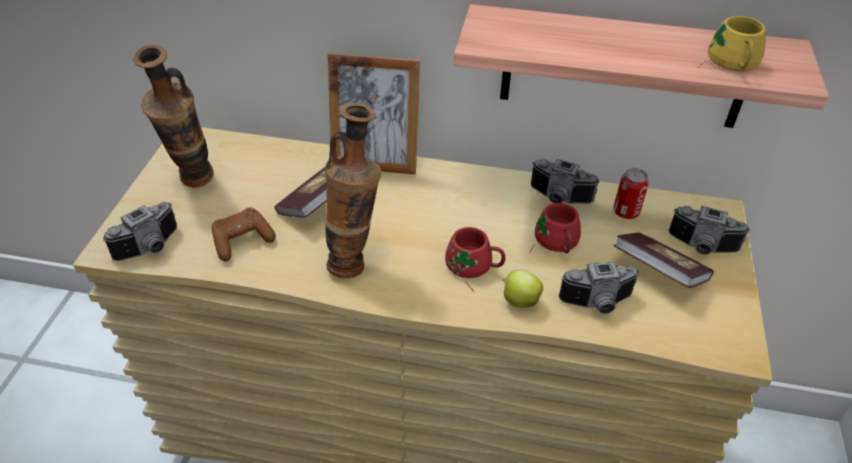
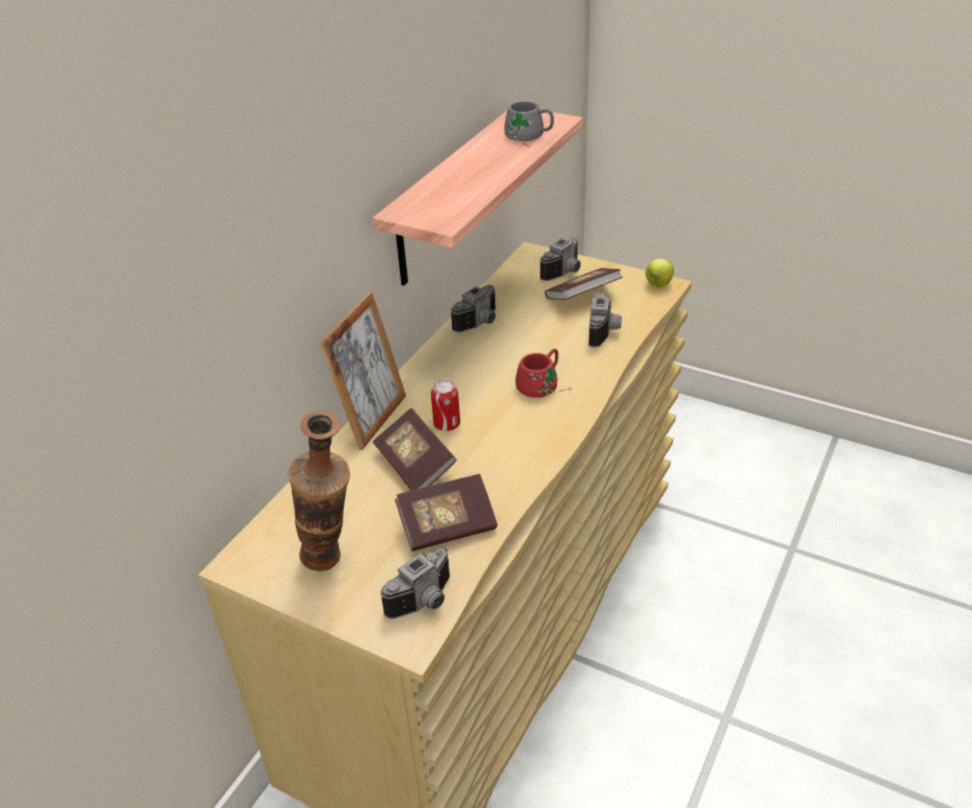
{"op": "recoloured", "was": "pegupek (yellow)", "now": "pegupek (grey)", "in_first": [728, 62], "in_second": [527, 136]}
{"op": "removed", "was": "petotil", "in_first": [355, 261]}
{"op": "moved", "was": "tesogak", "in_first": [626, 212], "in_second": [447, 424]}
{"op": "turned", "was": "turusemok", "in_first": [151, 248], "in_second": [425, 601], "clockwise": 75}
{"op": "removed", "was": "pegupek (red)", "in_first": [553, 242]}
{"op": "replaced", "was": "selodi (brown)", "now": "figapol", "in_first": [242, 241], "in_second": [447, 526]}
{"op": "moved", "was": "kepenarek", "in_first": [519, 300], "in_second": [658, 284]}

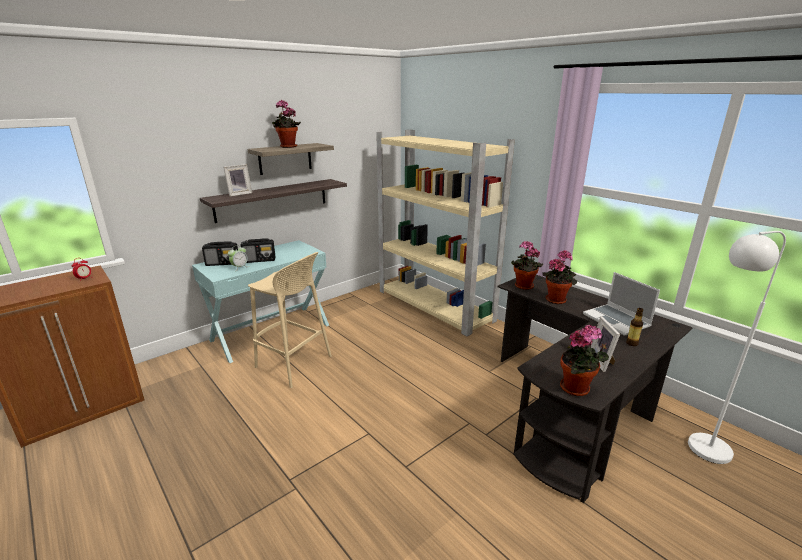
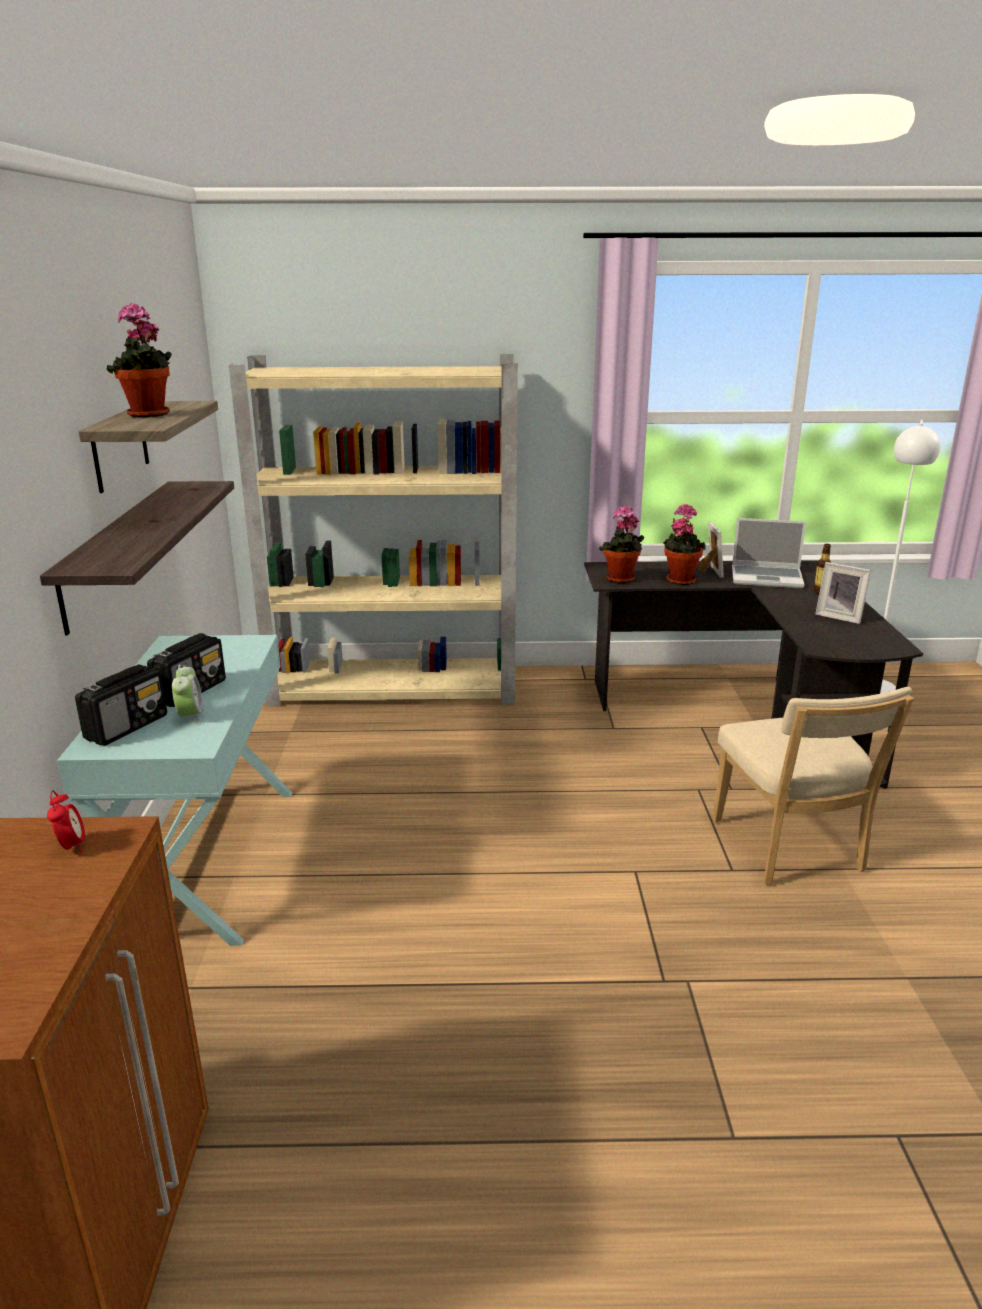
{"op": "moved", "was": "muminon", "in_first": [239, 194], "in_second": [709, 572]}
{"op": "removed", "was": "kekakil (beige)", "in_first": [293, 364]}
{"op": "removed", "was": "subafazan", "in_first": [577, 389]}
{"op": "added", "now": "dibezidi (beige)", "in_second": [790, 849]}

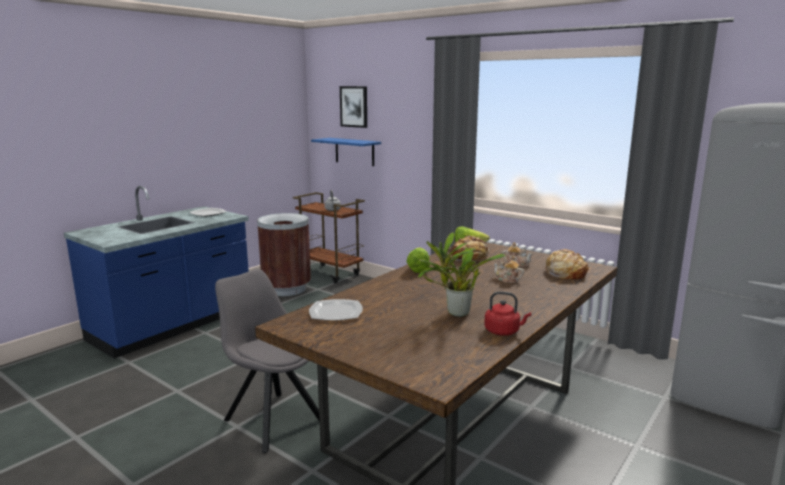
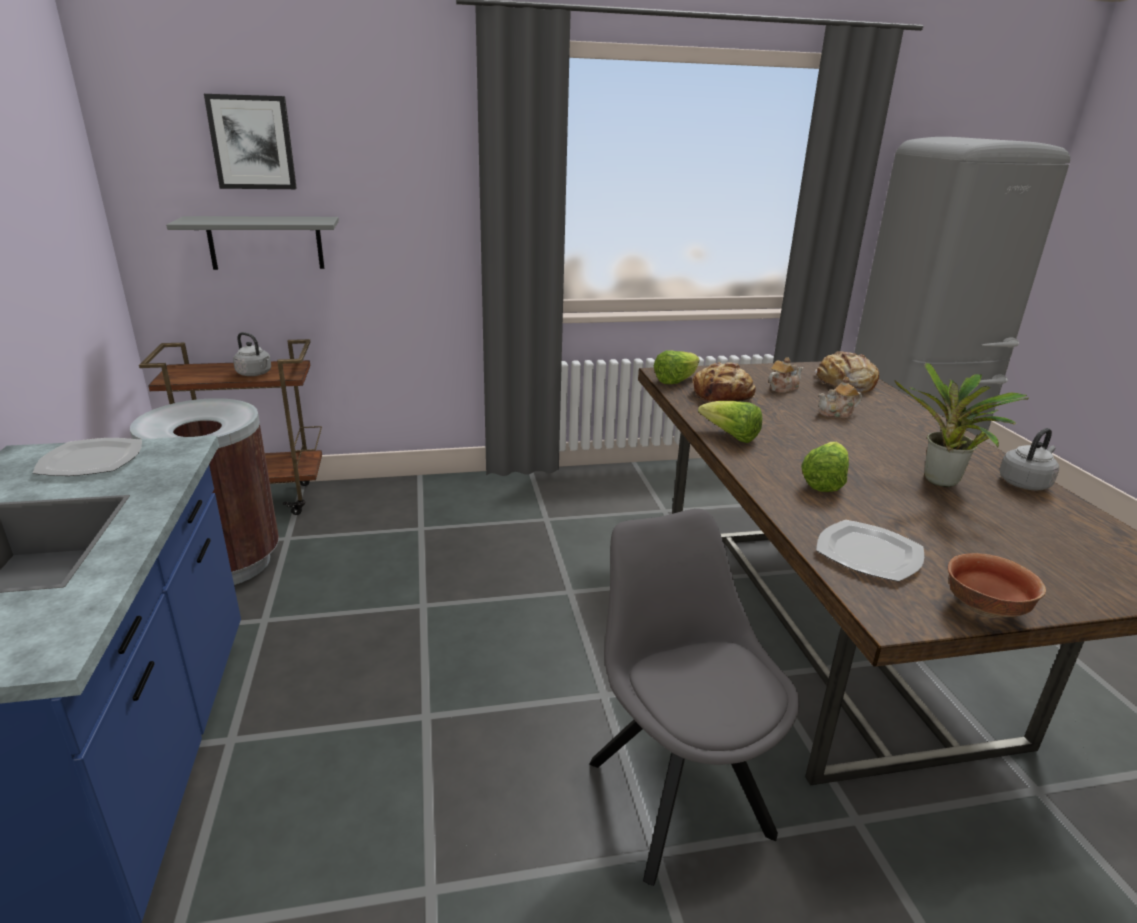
{"op": "recoloured", "was": "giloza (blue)", "now": "giloza (grey)", "in_first": [354, 151], "in_second": [266, 243]}
{"op": "turned", "was": "dibezidi (grey)", "in_first": [273, 420], "in_second": [676, 797], "clockwise": 75}
{"op": "recoloured", "was": "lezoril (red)", "now": "lezoril (grey)", "in_first": [504, 331], "in_second": [1025, 483]}
{"op": "added", "now": "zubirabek", "in_second": [823, 482]}
{"op": "added", "now": "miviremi", "in_second": [984, 609]}

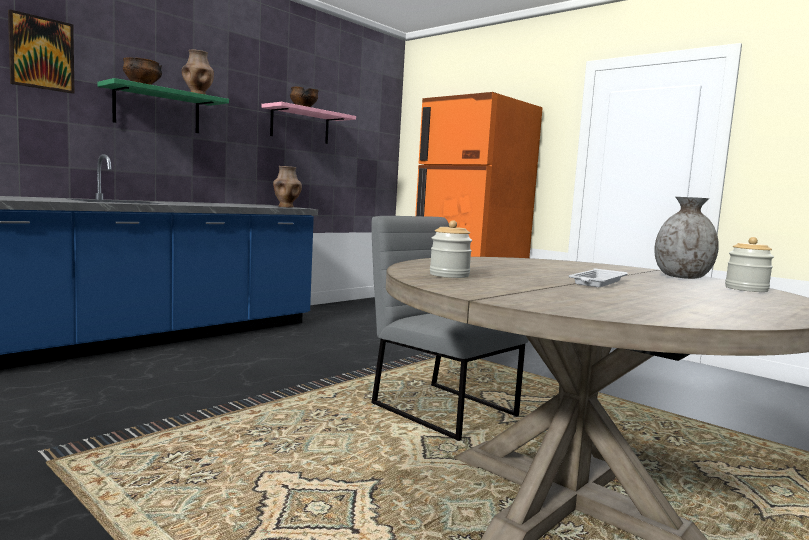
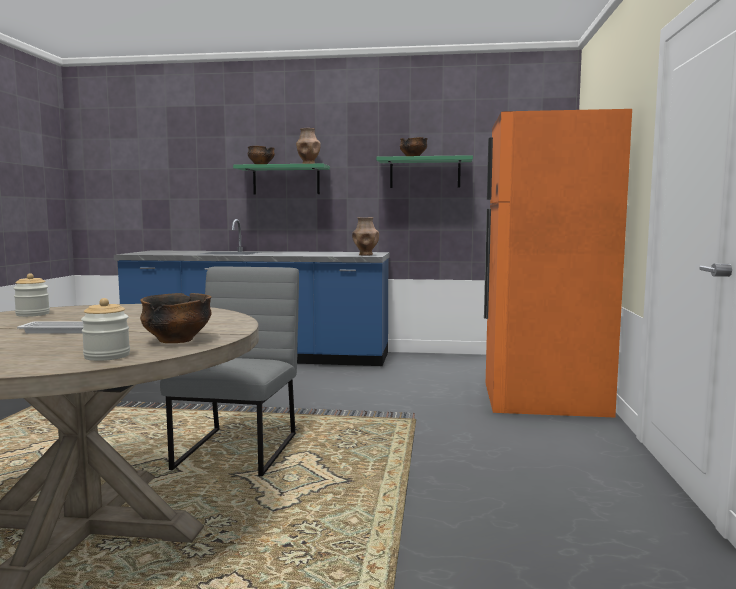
{"op": "removed", "was": "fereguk", "in_first": [41, 53]}
{"op": "recoloured", "was": "giloza (pink)", "now": "giloza (green)", "in_first": [300, 125], "in_second": [425, 173]}
{"op": "replaced", "was": "petotil (grey)", "now": "miviremi", "in_first": [681, 277], "in_second": [176, 341]}

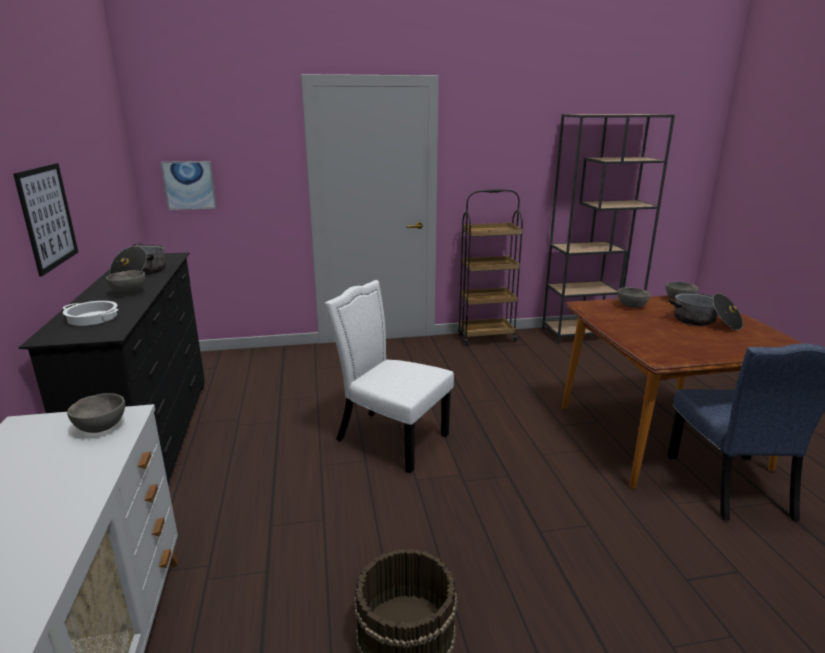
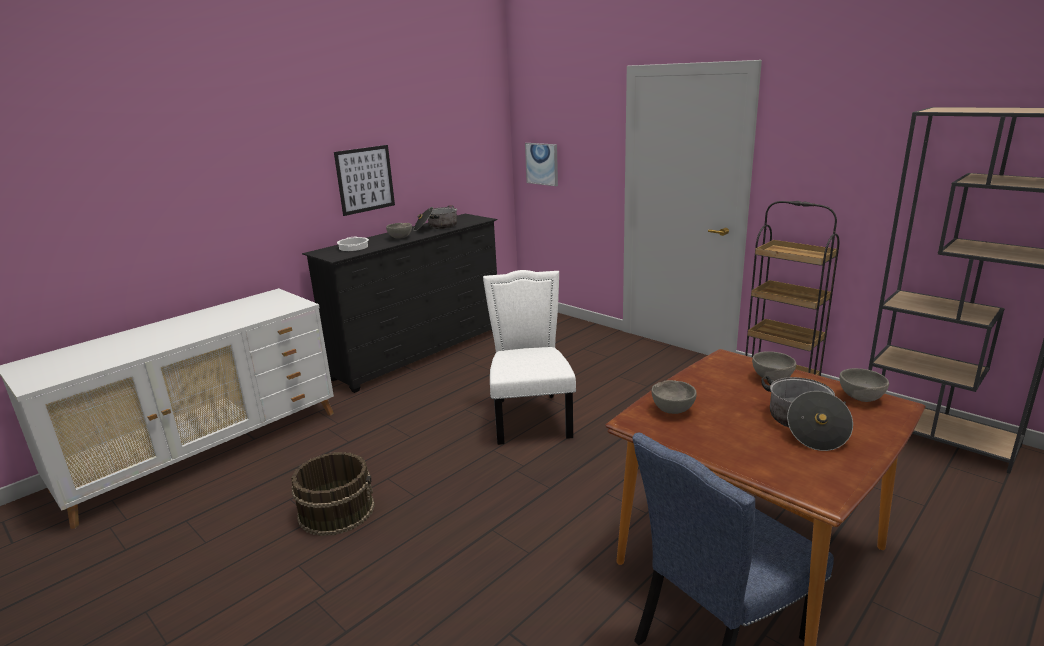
{"op": "moved", "was": "miviremi (grey)", "in_first": [101, 427], "in_second": [673, 410]}

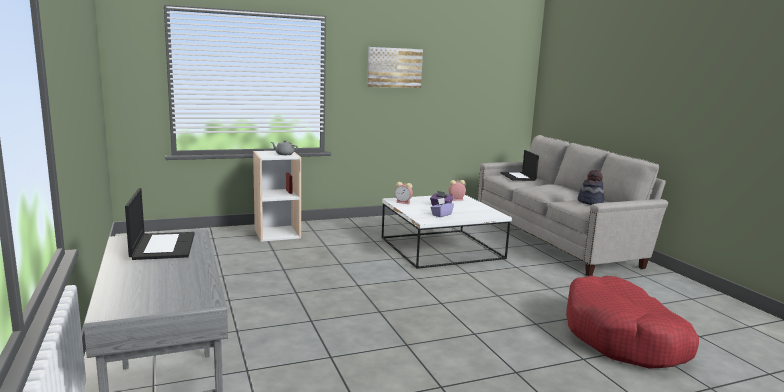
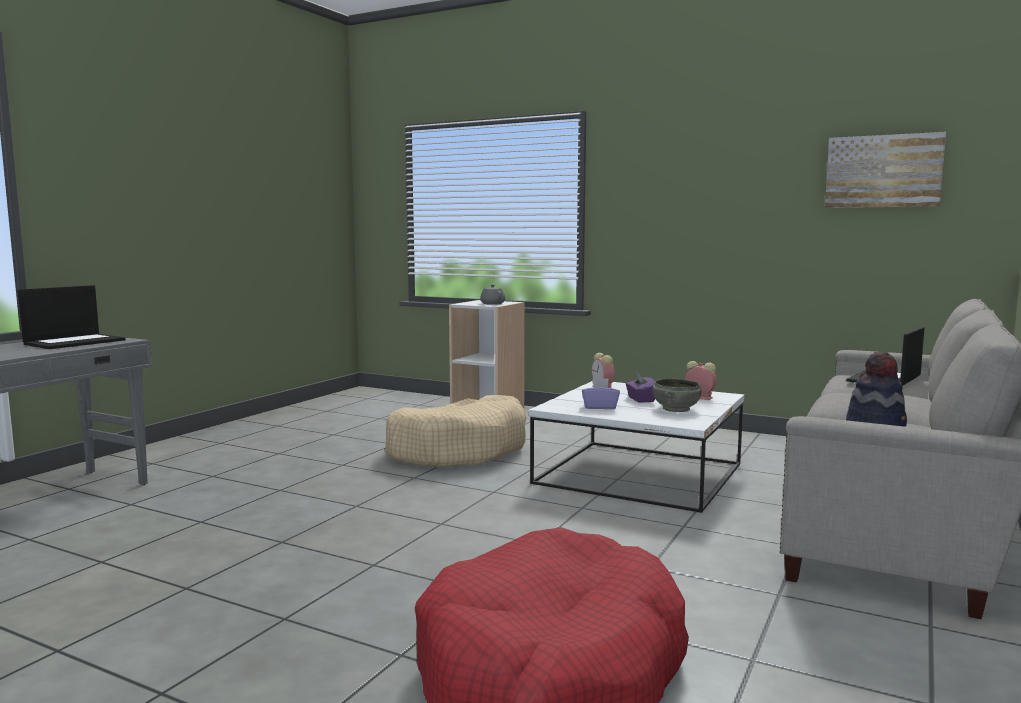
{"op": "moved", "was": "fereguk", "in_first": [394, 67], "in_second": [883, 171]}
{"op": "added", "now": "miviremi (grey)", "in_second": [675, 409]}
{"op": "added", "now": "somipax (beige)", "in_second": [459, 450]}

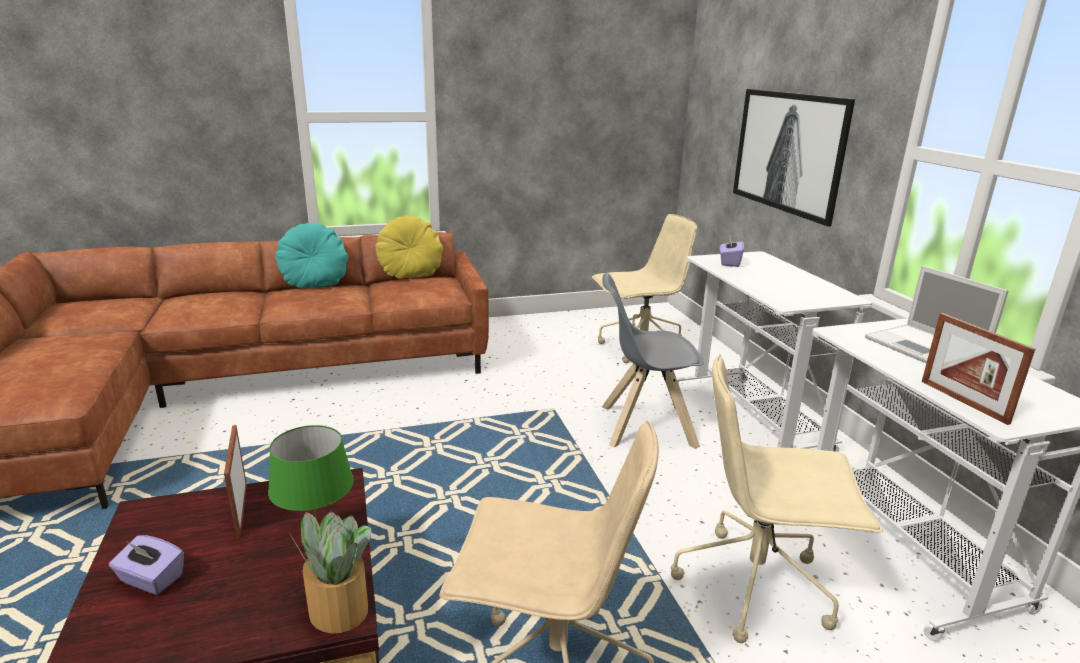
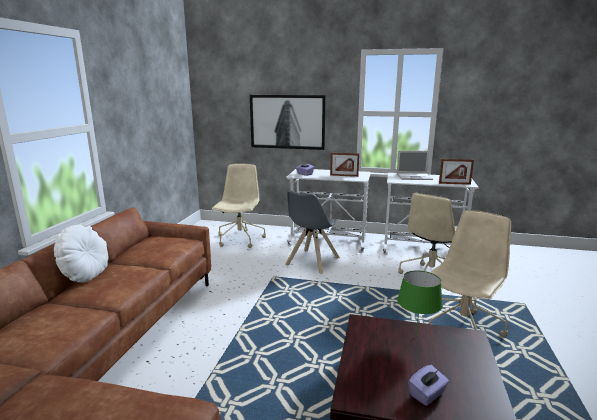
{"op": "removed", "was": "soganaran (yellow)", "in_first": [411, 276]}
{"op": "recoloured", "was": "soganaran (turquoise)", "now": "soganaran (white)", "in_first": [315, 285], "in_second": [86, 277]}
{"op": "moved", "was": "muminon", "in_first": [241, 509], "in_second": [344, 175]}
{"op": "removed", "was": "subafazan", "in_first": [338, 609]}

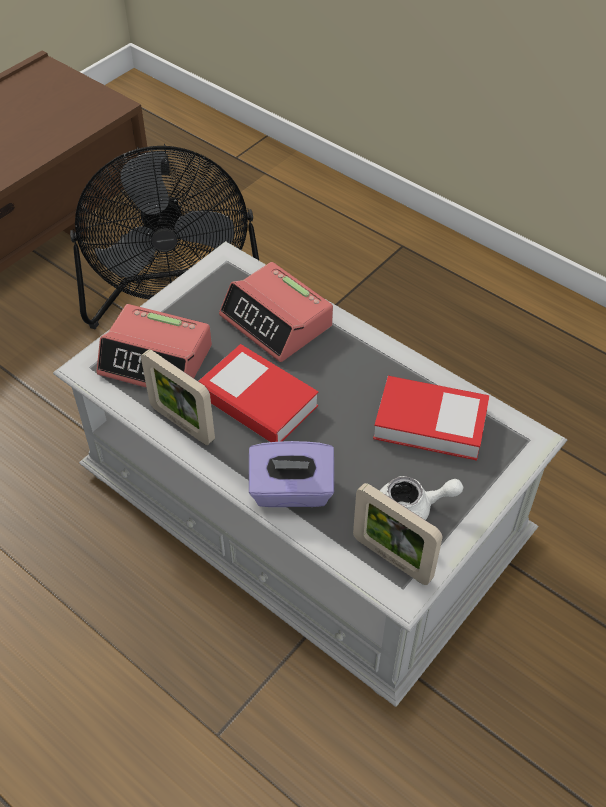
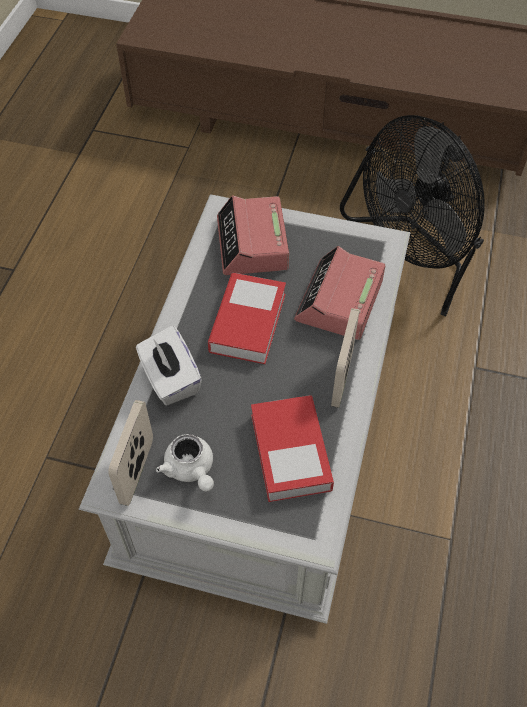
{"op": "moved", "was": "muminon", "in_first": [182, 424], "in_second": [342, 378]}
{"op": "recoloured", "was": "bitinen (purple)", "now": "bitinen (white)", "in_first": [291, 491], "in_second": [170, 379]}

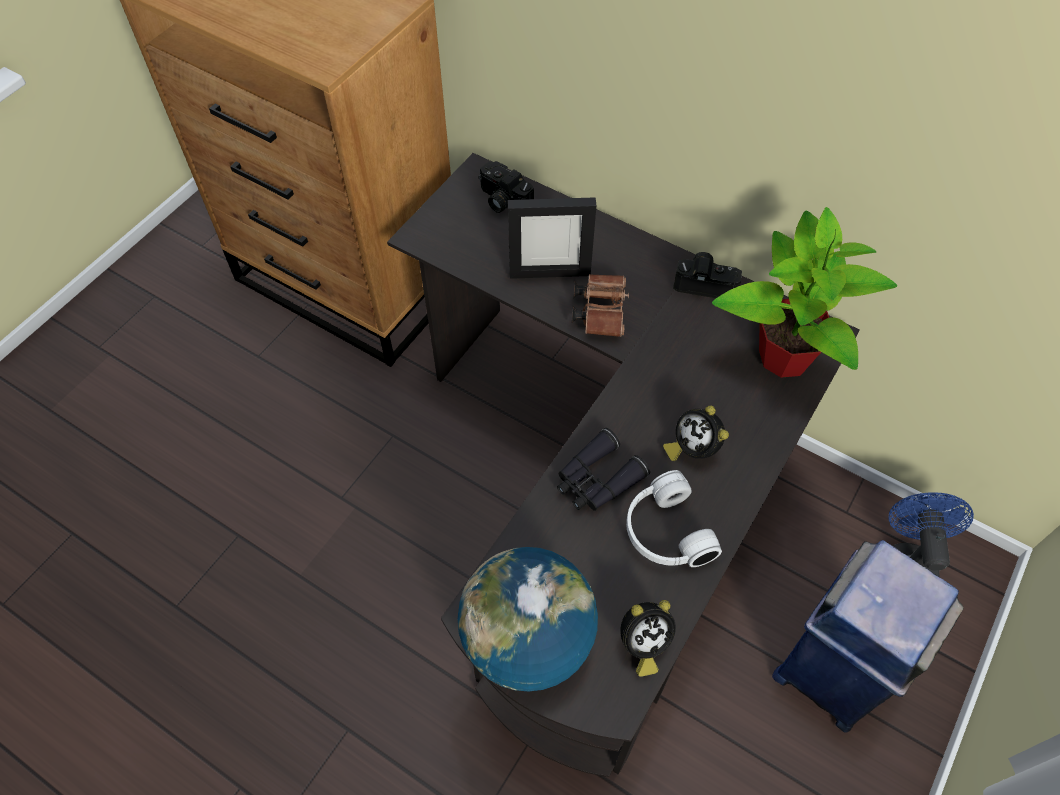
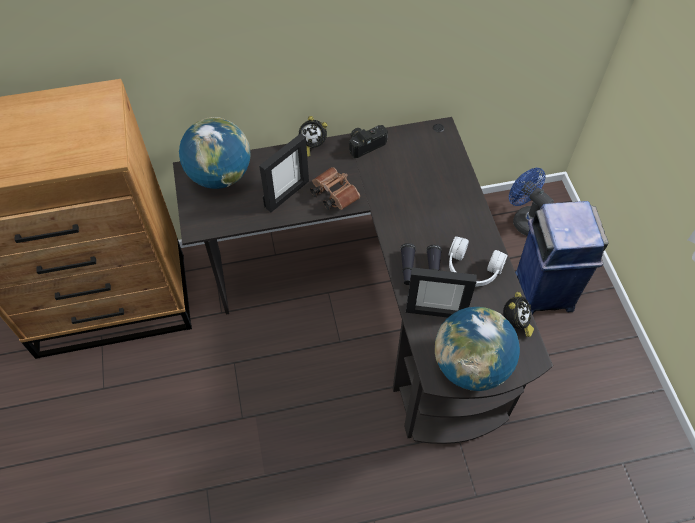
{"op": "replaced", "was": "turusemok", "now": "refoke", "in_first": [502, 200], "in_second": [220, 176]}
{"op": "removed", "was": "subafazan", "in_first": [783, 355]}
{"op": "moved", "was": "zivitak", "in_first": [692, 448], "in_second": [312, 146]}
{"op": "added", "now": "muminon", "in_second": [435, 311]}

